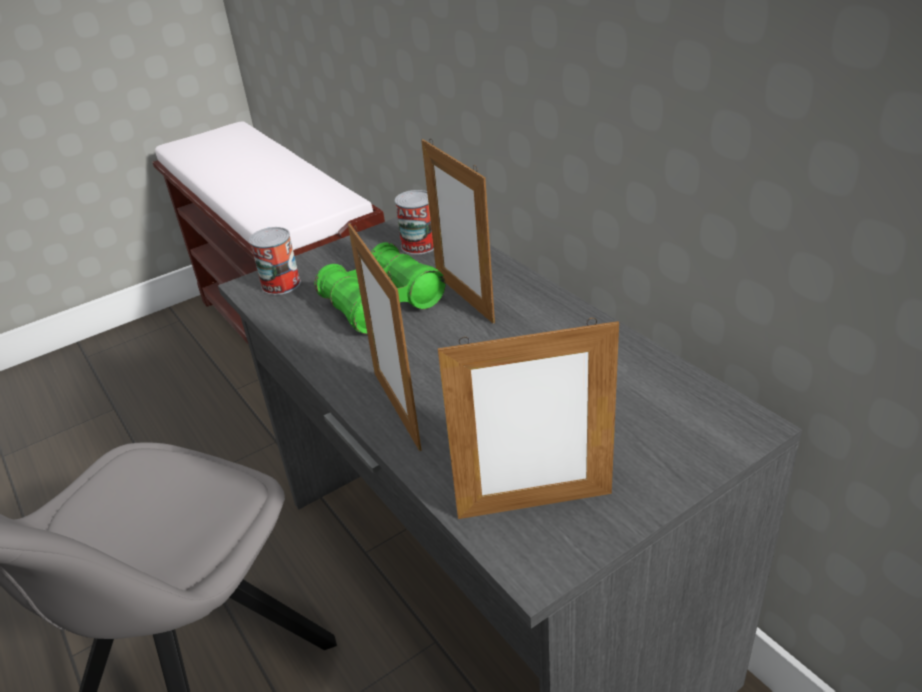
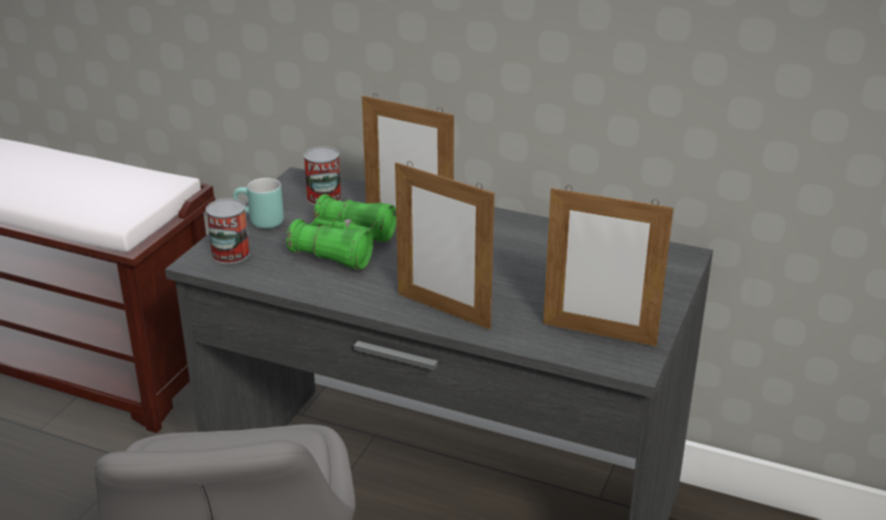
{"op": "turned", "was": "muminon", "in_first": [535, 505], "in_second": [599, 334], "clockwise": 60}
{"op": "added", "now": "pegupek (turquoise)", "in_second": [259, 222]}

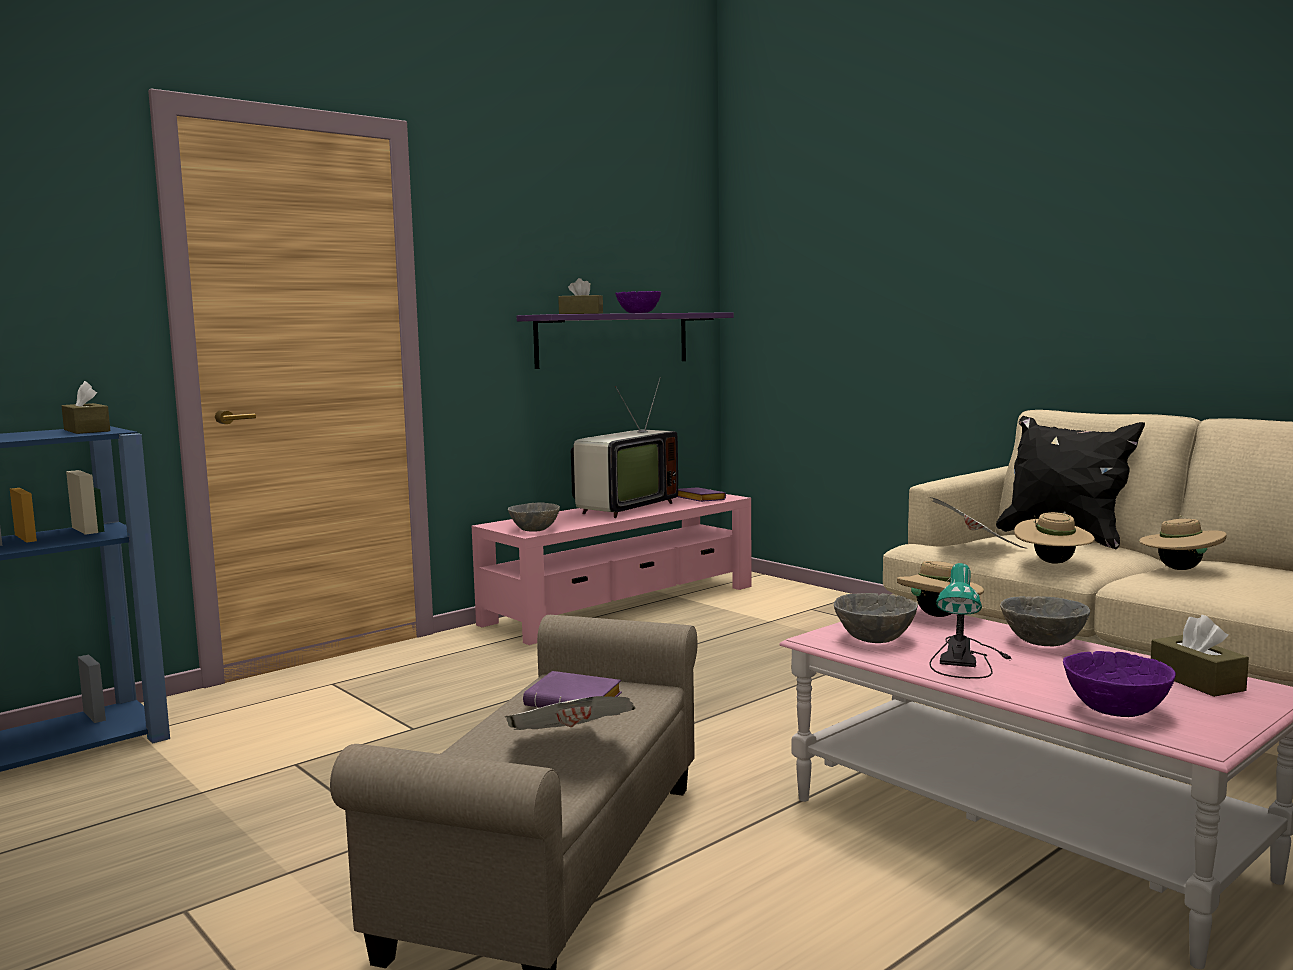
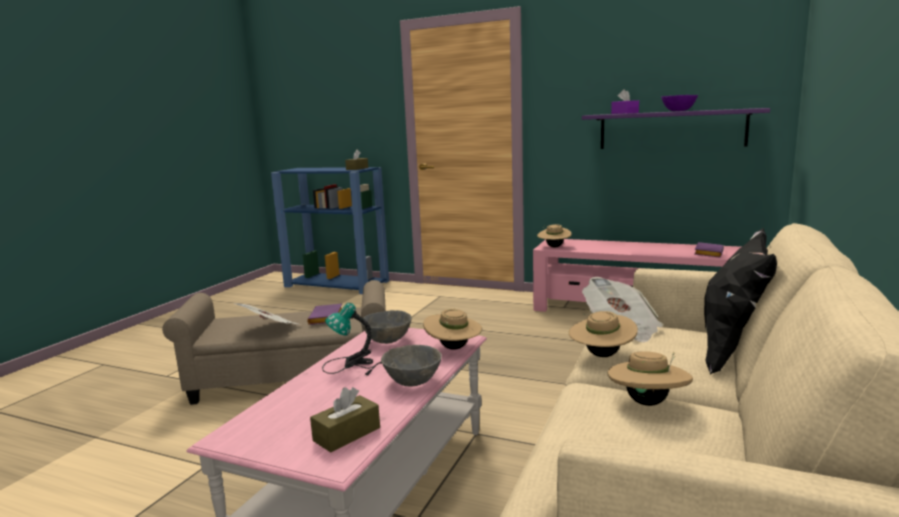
{"op": "recoloured", "was": "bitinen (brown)", "now": "bitinen (purple)", "in_first": [581, 313], "in_second": [624, 113]}
{"op": "removed", "was": "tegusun", "in_first": [622, 508]}
{"op": "replaced", "was": "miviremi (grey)", "now": "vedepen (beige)", "in_first": [534, 530], "in_second": [554, 247]}
{"op": "removed", "was": "miviremi (purple)", "in_first": [1116, 710]}

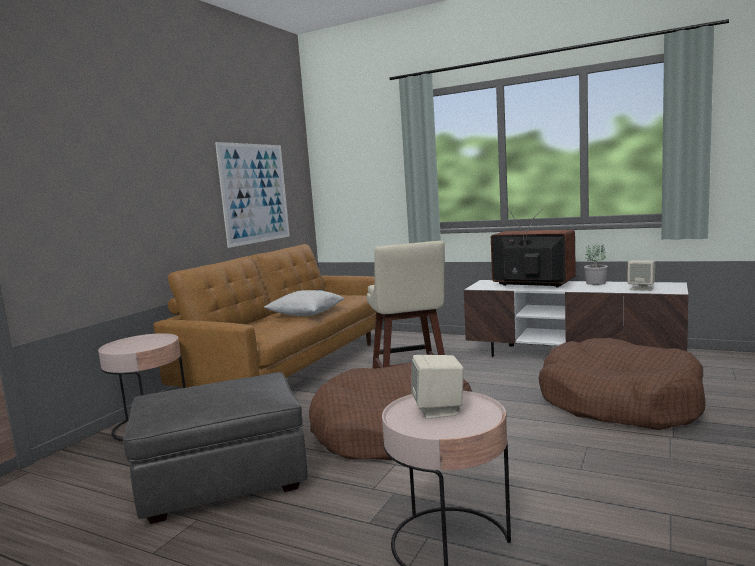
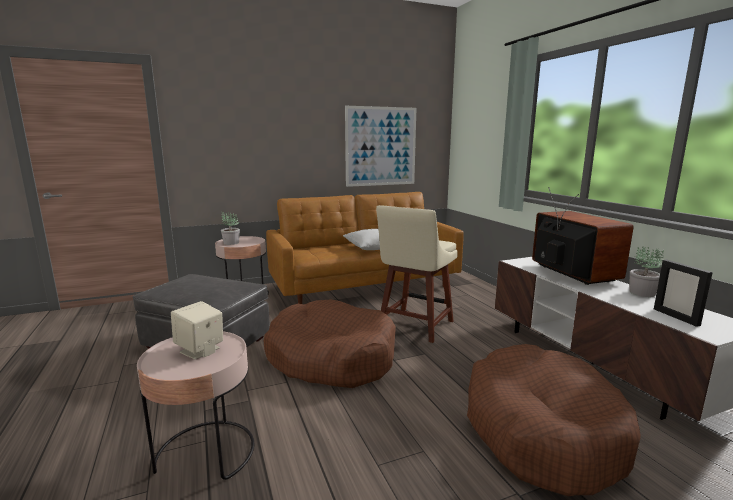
{"op": "replaced", "was": "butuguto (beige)", "now": "muminon", "in_first": [641, 288], "in_second": [676, 317]}
{"op": "added", "now": "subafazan", "in_second": [231, 243]}

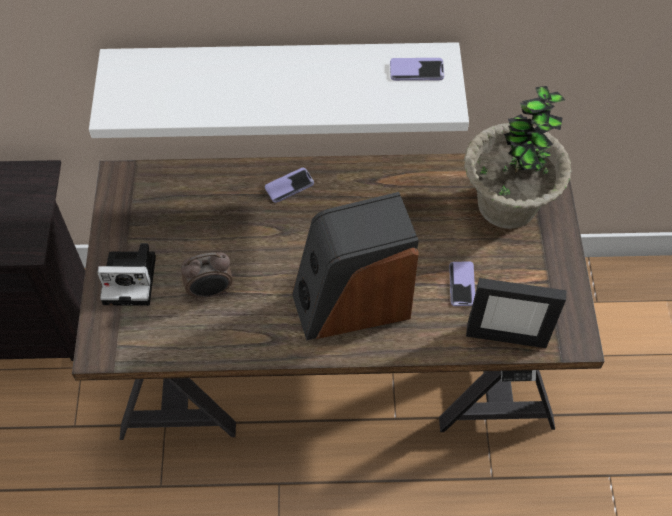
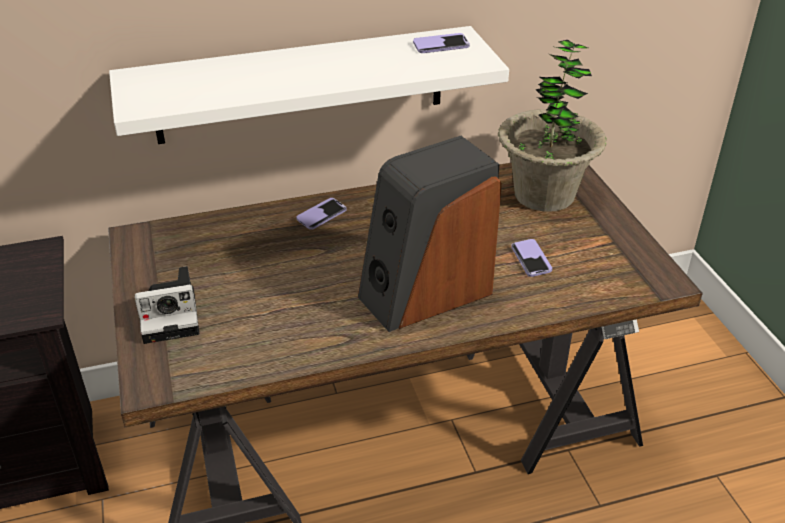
{"op": "removed", "was": "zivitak", "in_first": [210, 291]}
{"op": "removed", "was": "muminon", "in_first": [506, 336]}

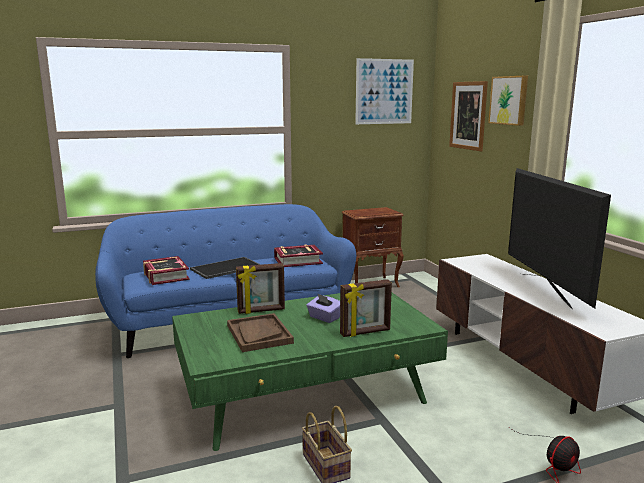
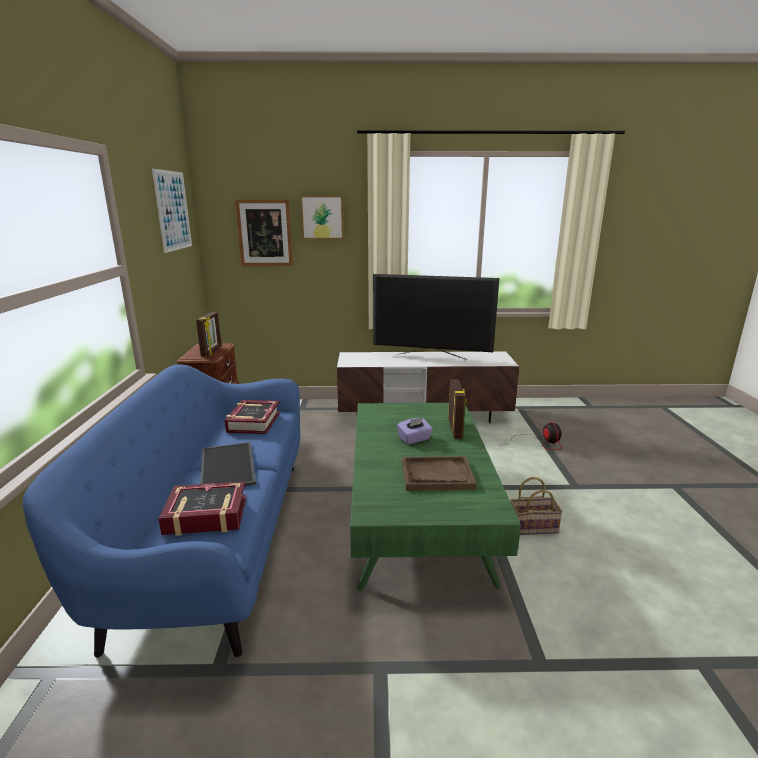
{"op": "moved", "was": "muminon", "in_first": [261, 311], "in_second": [212, 351]}

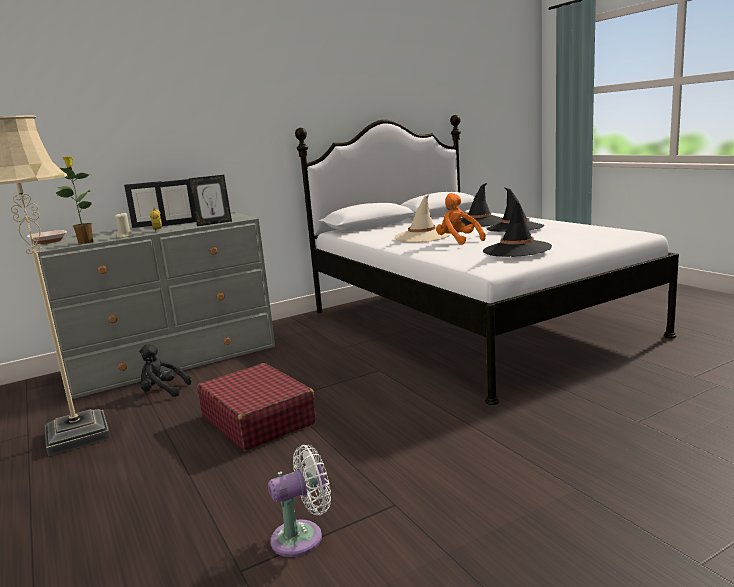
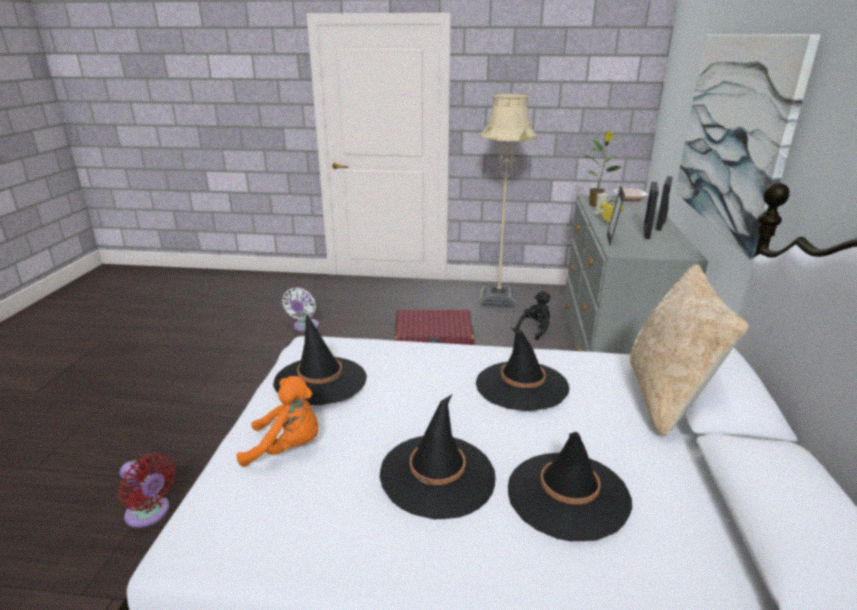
{"op": "moved", "was": "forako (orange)", "in_first": [458, 241], "in_second": [287, 448]}
{"op": "recoloured", "was": "vedepen (beige)", "now": "vedepen (black)", "in_first": [422, 236], "in_second": [521, 386]}
{"op": "added", "now": "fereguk", "in_second": [733, 133]}
{"op": "added", "now": "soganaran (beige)", "in_second": [664, 402]}
{"op": "added", "now": "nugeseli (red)", "in_second": [150, 513]}

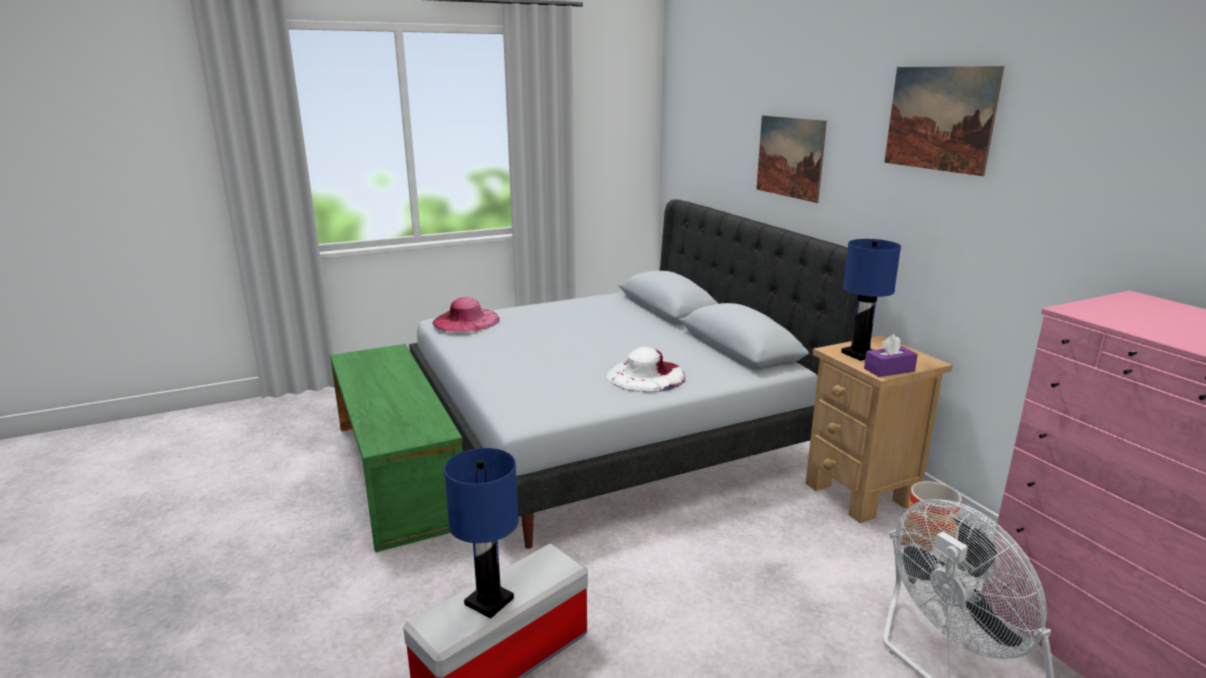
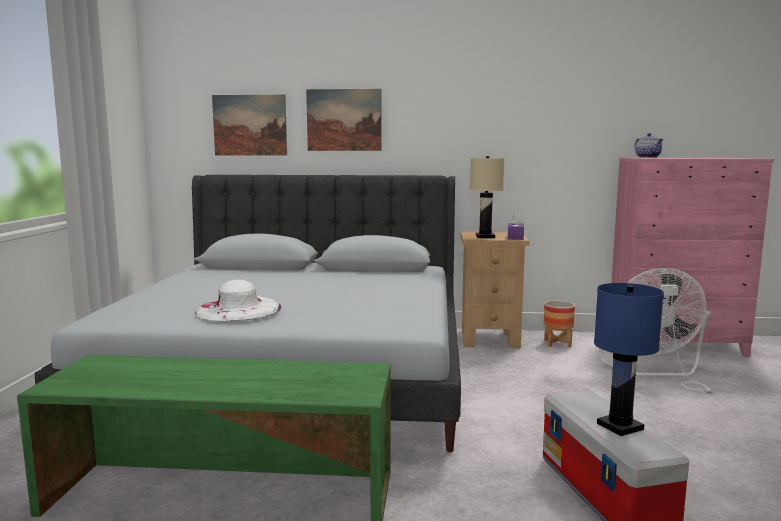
{"op": "moved", "was": "fereguk", "in_first": [939, 118], "in_second": [250, 125]}
{"op": "recoloured", "was": "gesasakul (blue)", "now": "gesasakul (beige)", "in_first": [859, 354], "in_second": [485, 236]}
{"op": "removed", "was": "vedepen (pink)", "in_first": [466, 320]}
{"op": "moved", "was": "vedepen (white)", "in_first": [646, 375], "in_second": [238, 309]}
{"op": "added", "now": "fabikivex", "in_second": [647, 157]}

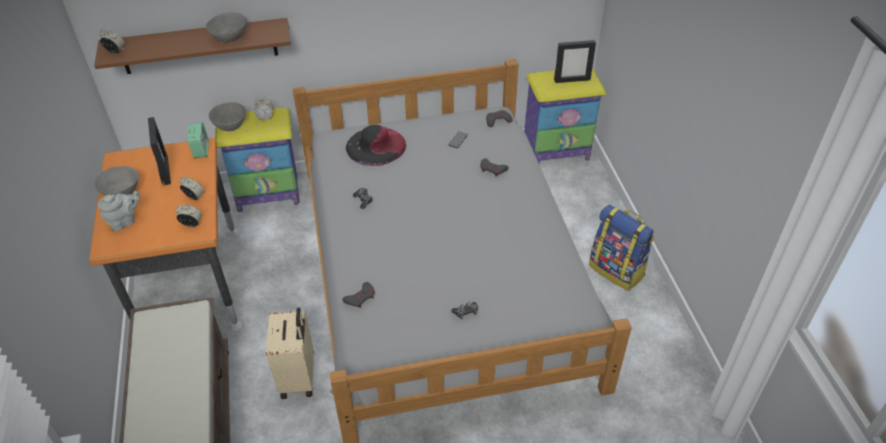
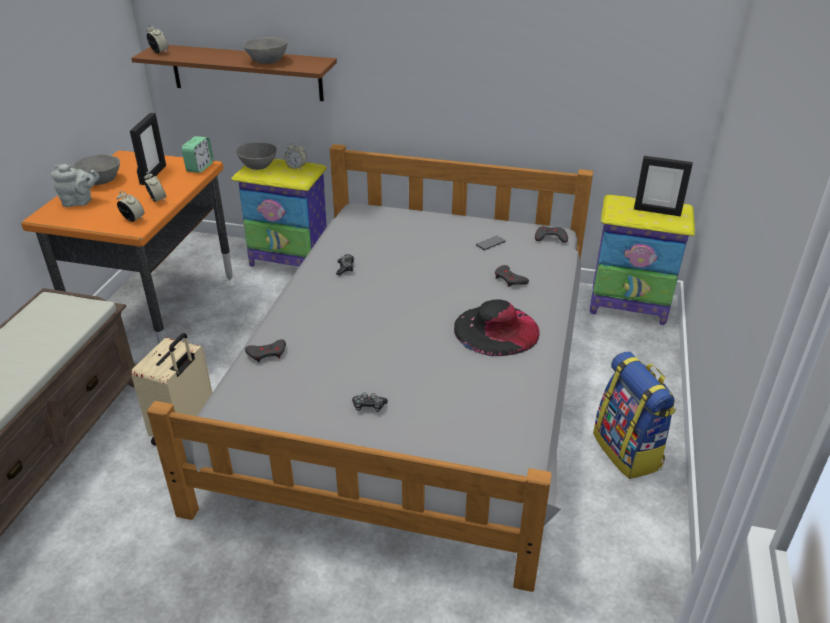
{"op": "moved", "was": "vedepen (black)", "in_first": [375, 146], "in_second": [496, 329]}

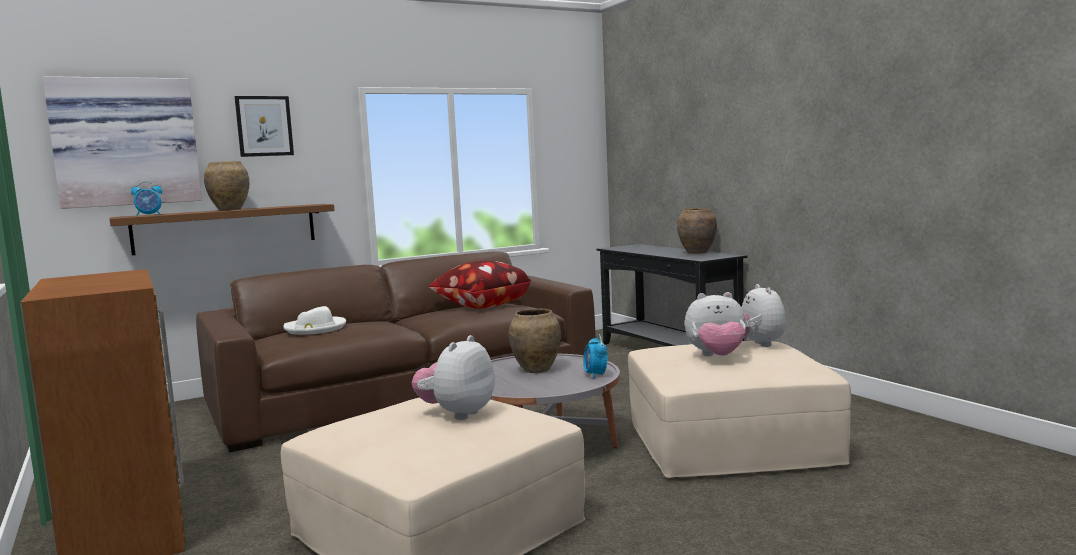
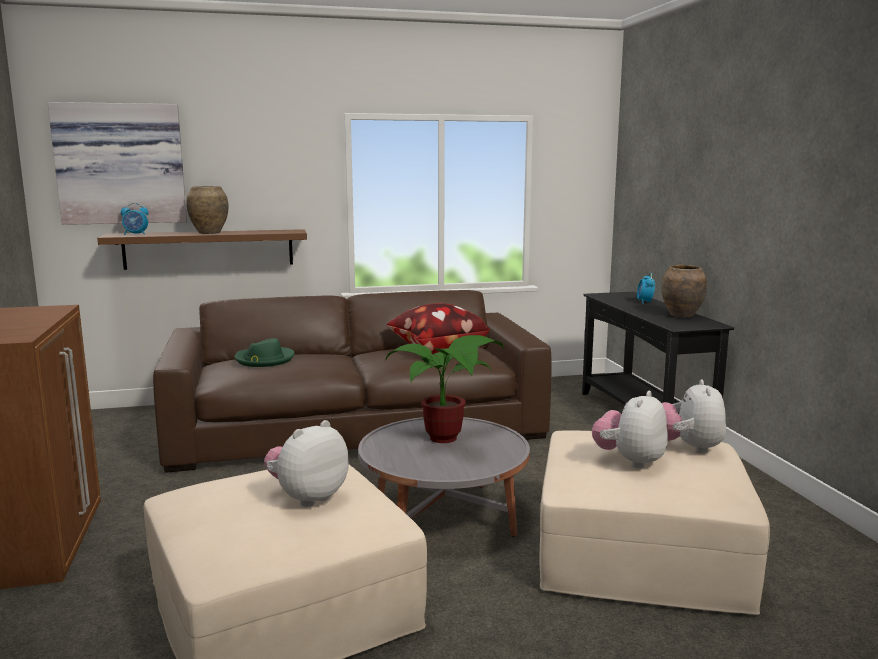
{"op": "removed", "was": "fereguk", "in_first": [264, 126]}
{"op": "turned", "was": "forako", "in_first": [717, 357], "in_second": [630, 461], "clockwise": 105}
{"op": "recoloured", "was": "vedepen (white)", "now": "vedepen (green)", "in_first": [315, 328], "in_second": [264, 360]}
{"op": "replaced", "was": "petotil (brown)", "now": "subafazan", "in_first": [536, 370], "in_second": [446, 440]}
{"op": "moved", "was": "zivitak", "in_first": [595, 375], "in_second": [645, 302]}

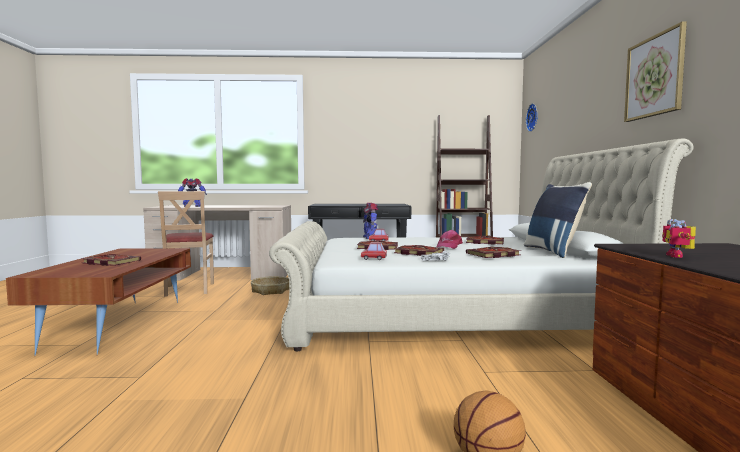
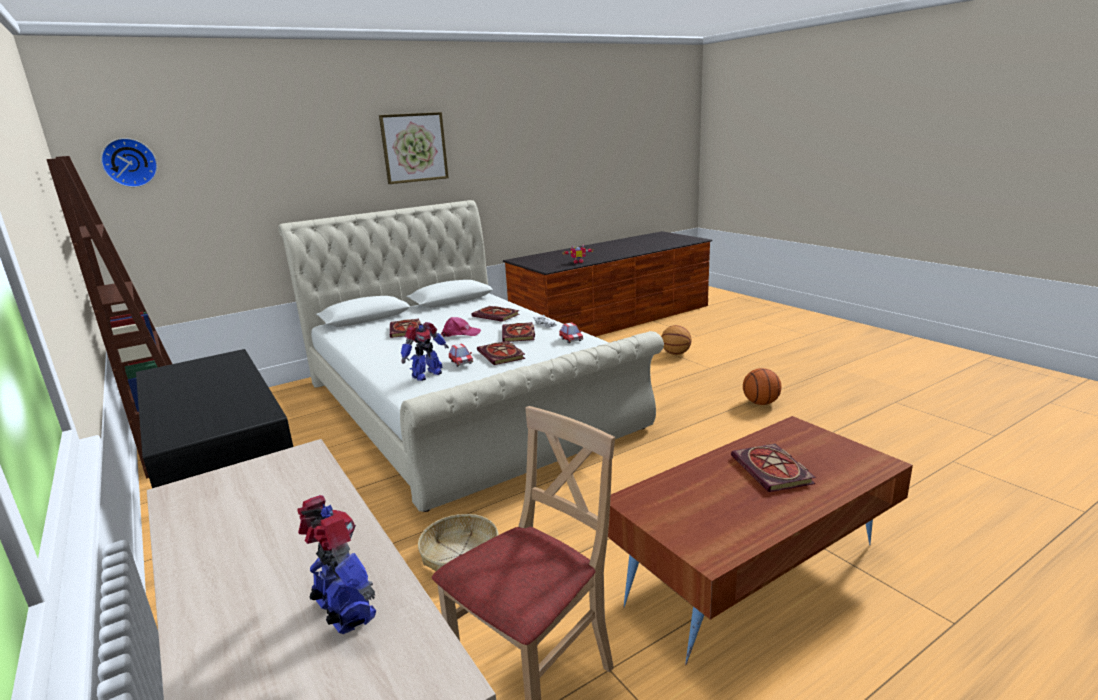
{"op": "removed", "was": "soganaran (blue)", "in_first": [554, 252]}
{"op": "added", "now": "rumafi", "in_second": [760, 403]}

